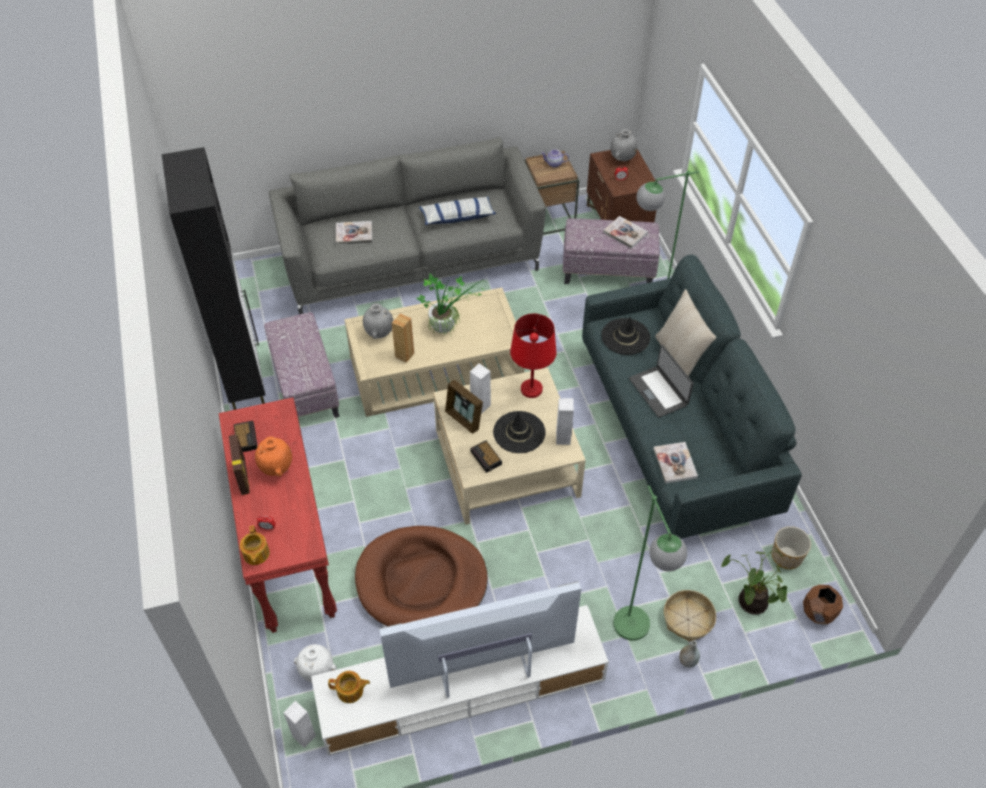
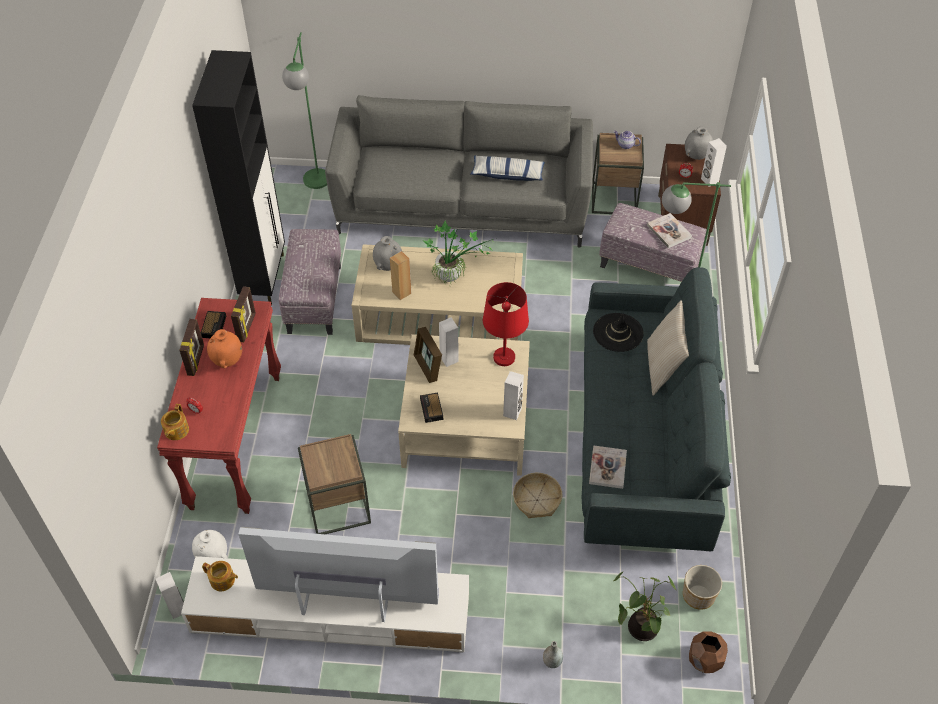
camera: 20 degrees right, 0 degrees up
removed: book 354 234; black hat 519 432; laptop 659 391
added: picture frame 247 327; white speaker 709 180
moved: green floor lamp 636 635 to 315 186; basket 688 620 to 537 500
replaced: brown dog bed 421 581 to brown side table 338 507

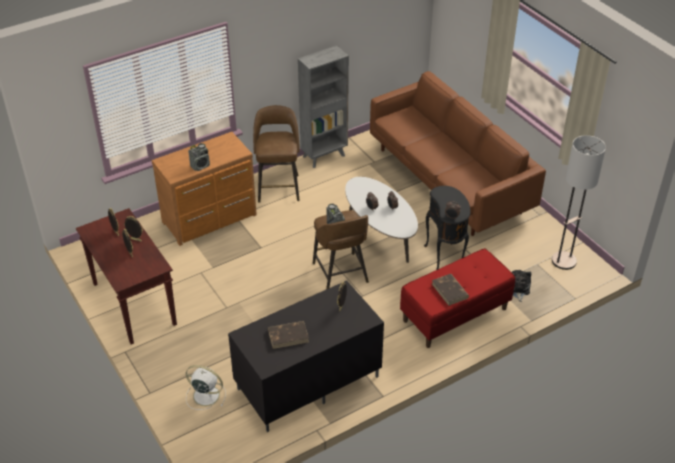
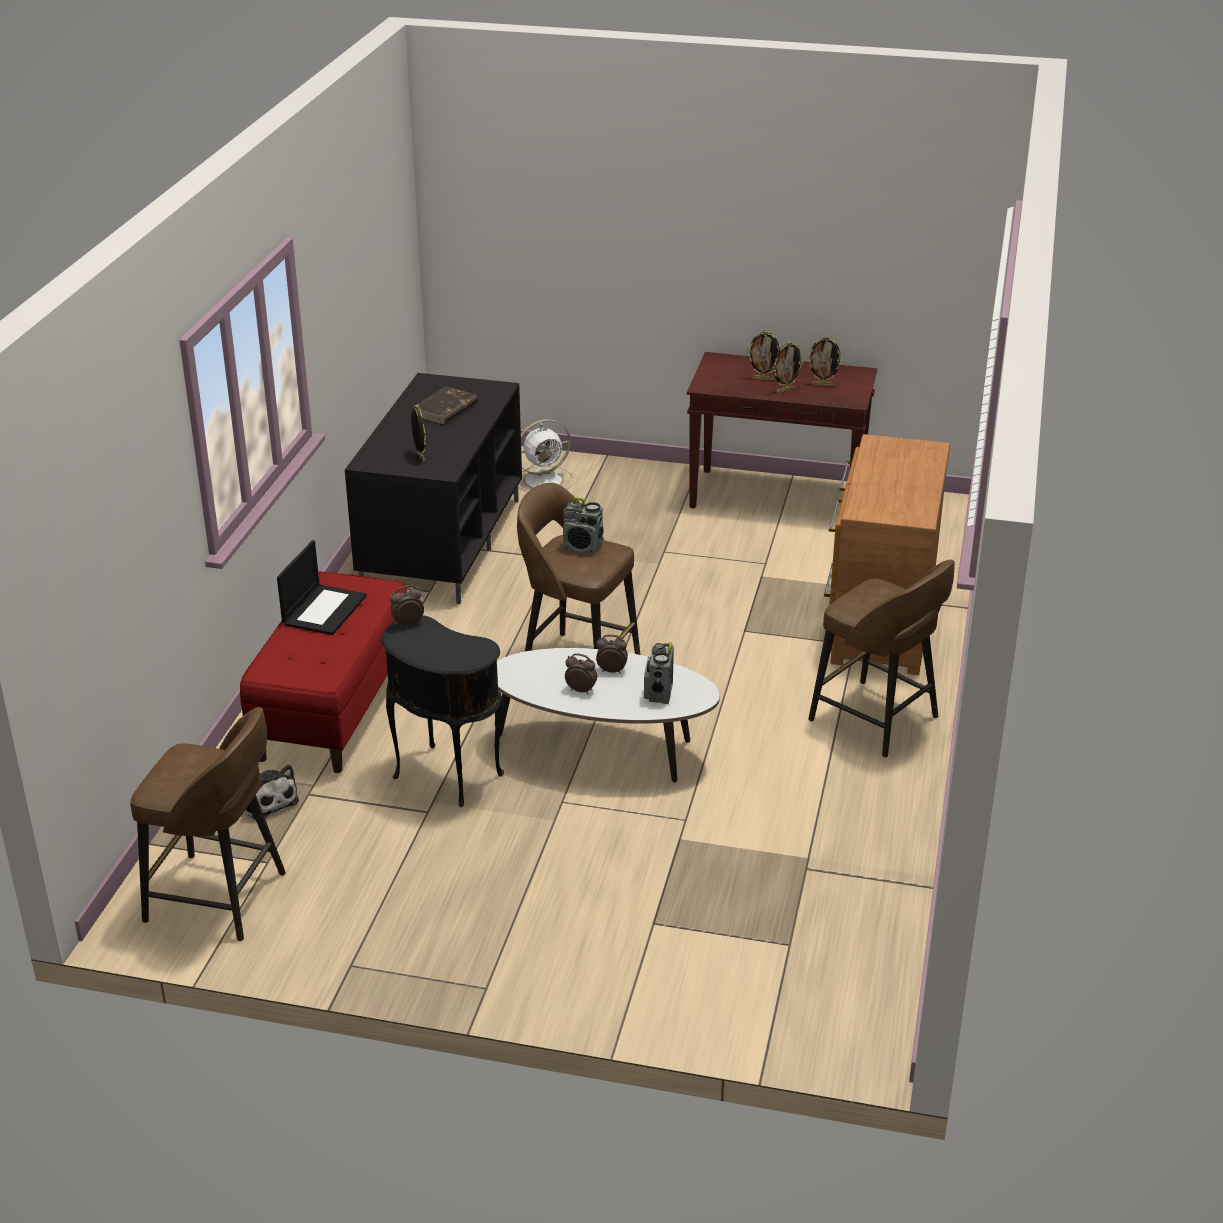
camera: 135 degrees right, 10 degrees down
removed: grey bookcase 324 156; brown sofa 448 181
moved: radio 200 166 to 658 693
replaced: brown book 450 291 to laptop 324 609; floor lamp 563 261 to brown stool 219 898

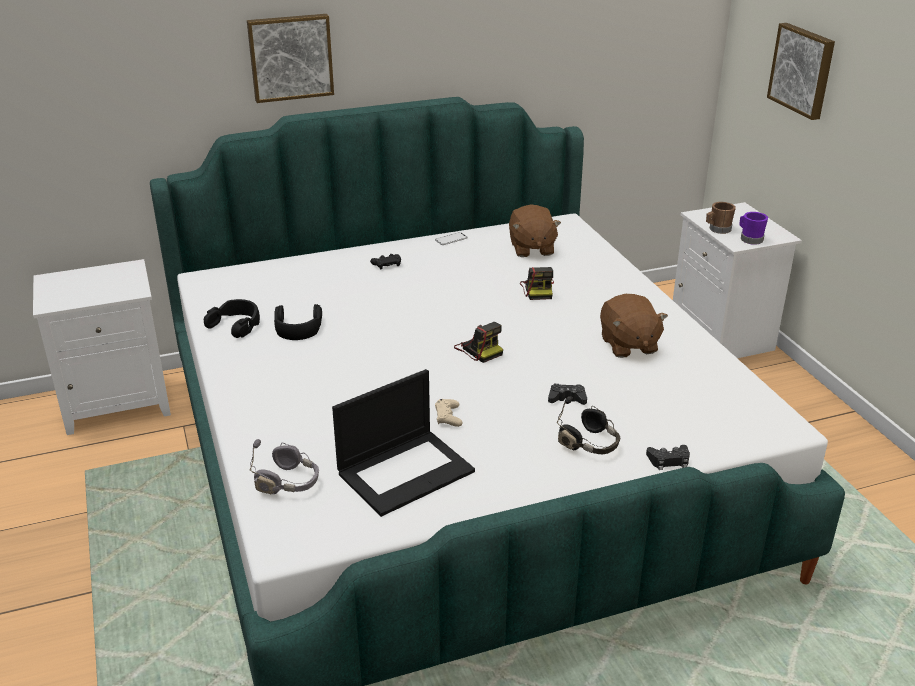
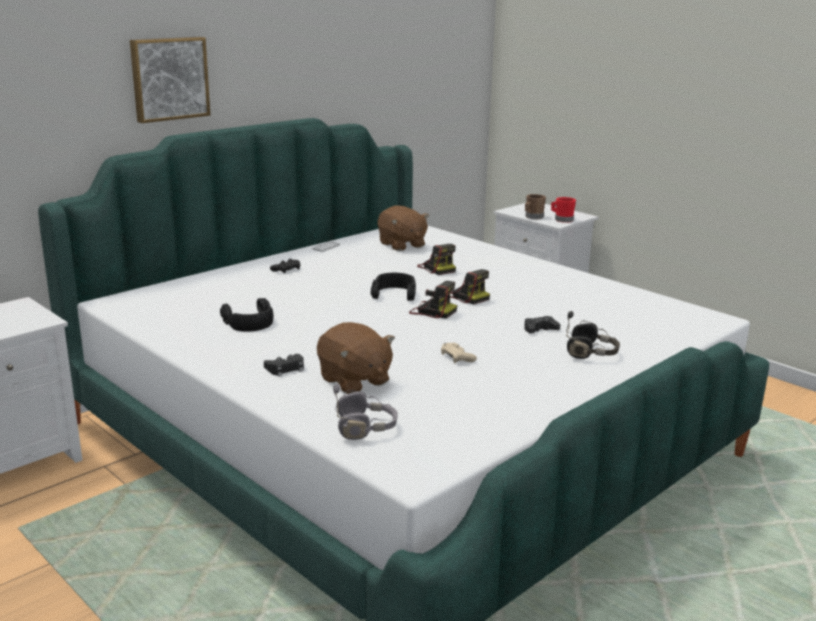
camera: 25 degrees left, 10 degrees down
removed: laptop 406 471; picture 803 70
added: photo camera 467 297
moved: black headphones 236 324 to 394 294; brown plush toy 628 345 to 354 381; black game controller 669 460 to 286 369
recoloured: purple mug 749 238 to red mug 562 219

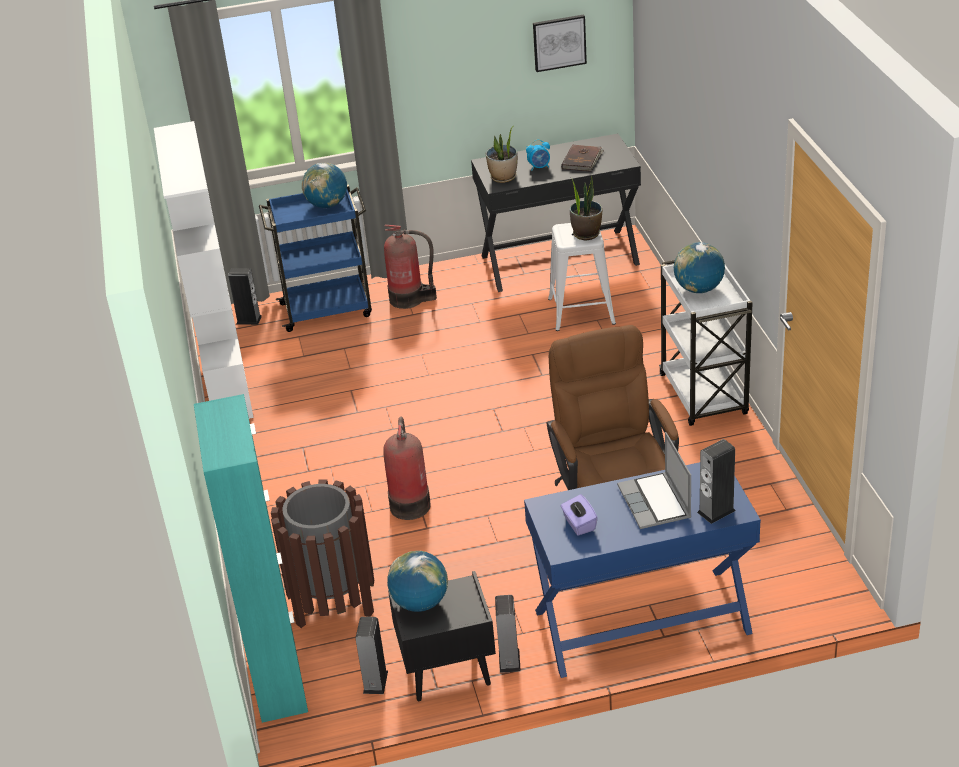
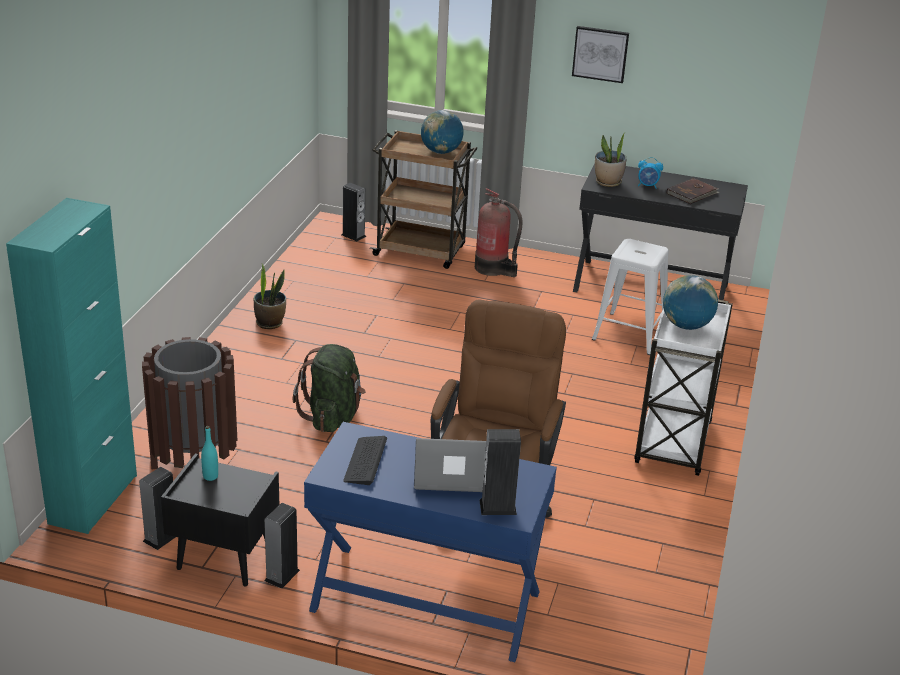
camera: 25 degrees right, 5 degrees down
removed: white bookcase 226 381
moved: picture 559 42 to 600 54; potted plant 586 234 to 270 323
replaced: fire extinguisher 410 503 to green backpack 332 417; globe 420 603 to turquoise bottle 210 476; purple tissue box 579 524 to keyboard 365 461
recoloured: blue cart 328 309 to brown cart 421 251
turned: laptop 655 503 = 451 475 75 degrees clockwise

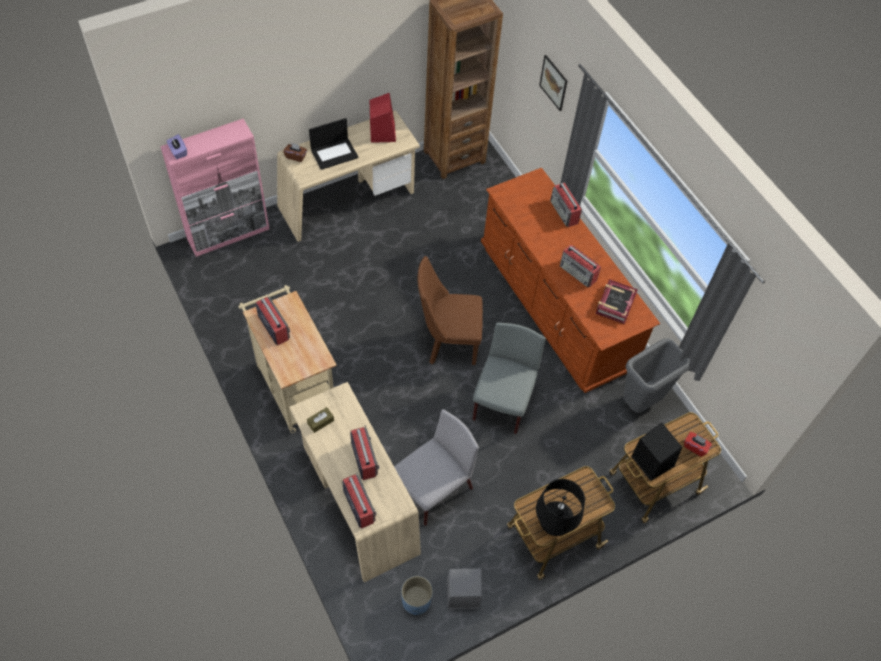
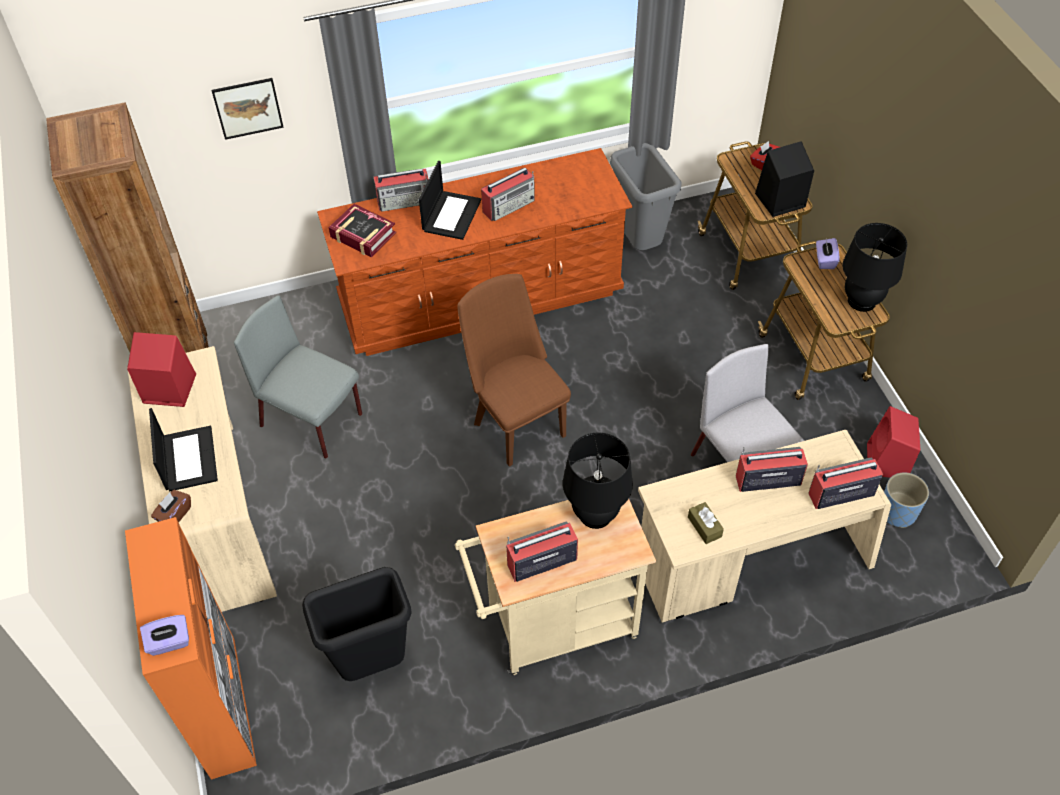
camera: 75 degrees left, 5 degrees down
added: black trash can 372 666; laptop 451 215; black table lamp 595 514; purple tissue box 824 260
moved: grey chair 502 403 to 313 421; book 615 304 to 363 235
recoloured: pink cabinet 229 234 to orange cabinet 223 705; grey speaker 461 594 to red speaker 887 462
turned: brown chair 447 343 = 515 423 135 degrees clockwise

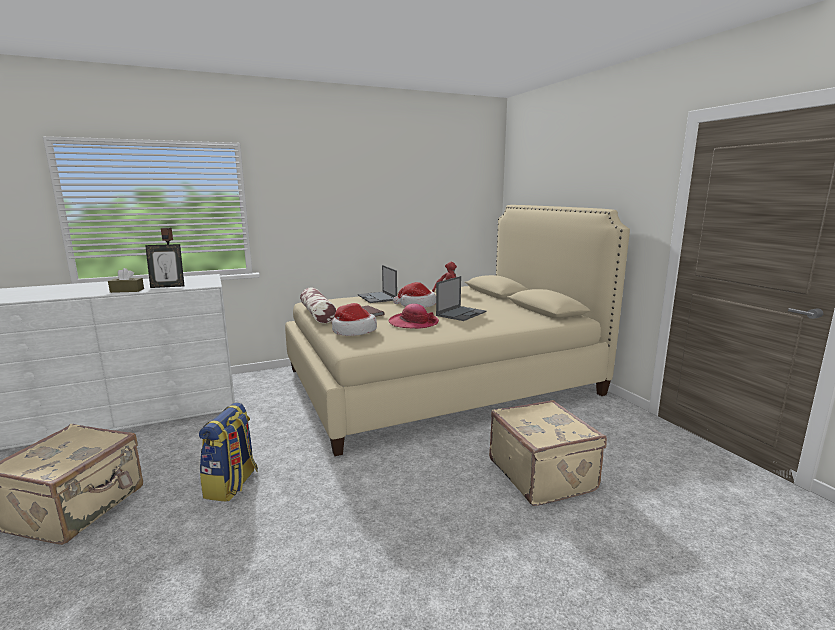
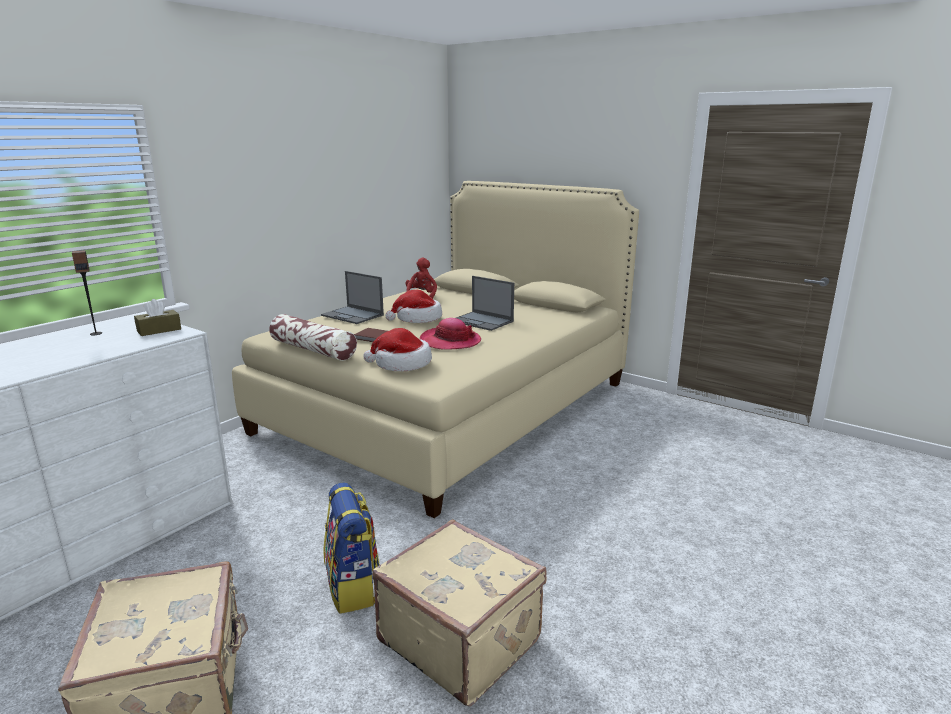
camera: 30 degrees left, 5 degrees up
removed: picture frame 168 286
moved: brown tissue box 127 290 to 159 330; beige suitcase 542 474 to 461 639
turned: laptop 461 313 = 482 321 120 degrees clockwise

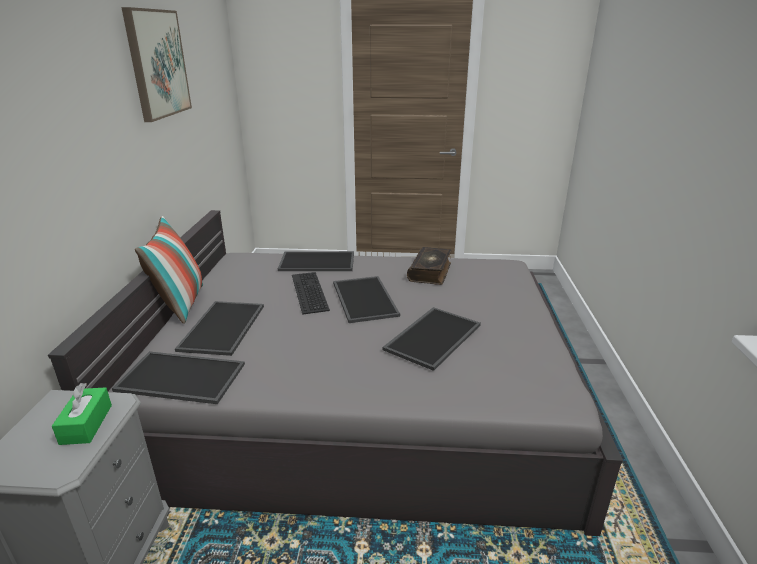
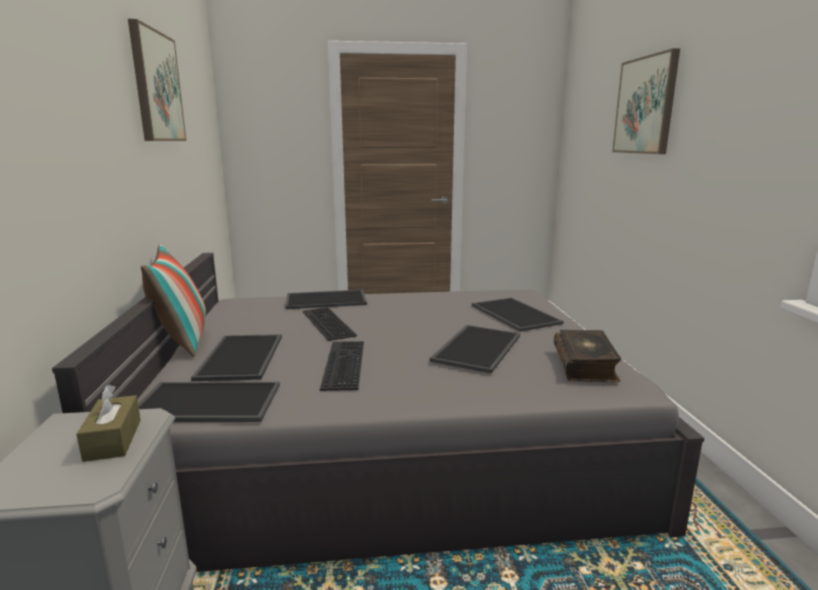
camera: 10 degrees left, 10 degrees down
added: keyboard 342 363; picture 645 105
moved: tray 363 298 to 513 314; book 430 272 to 585 365
recoloured: green tissue box 86 424 to brown tissue box 113 440

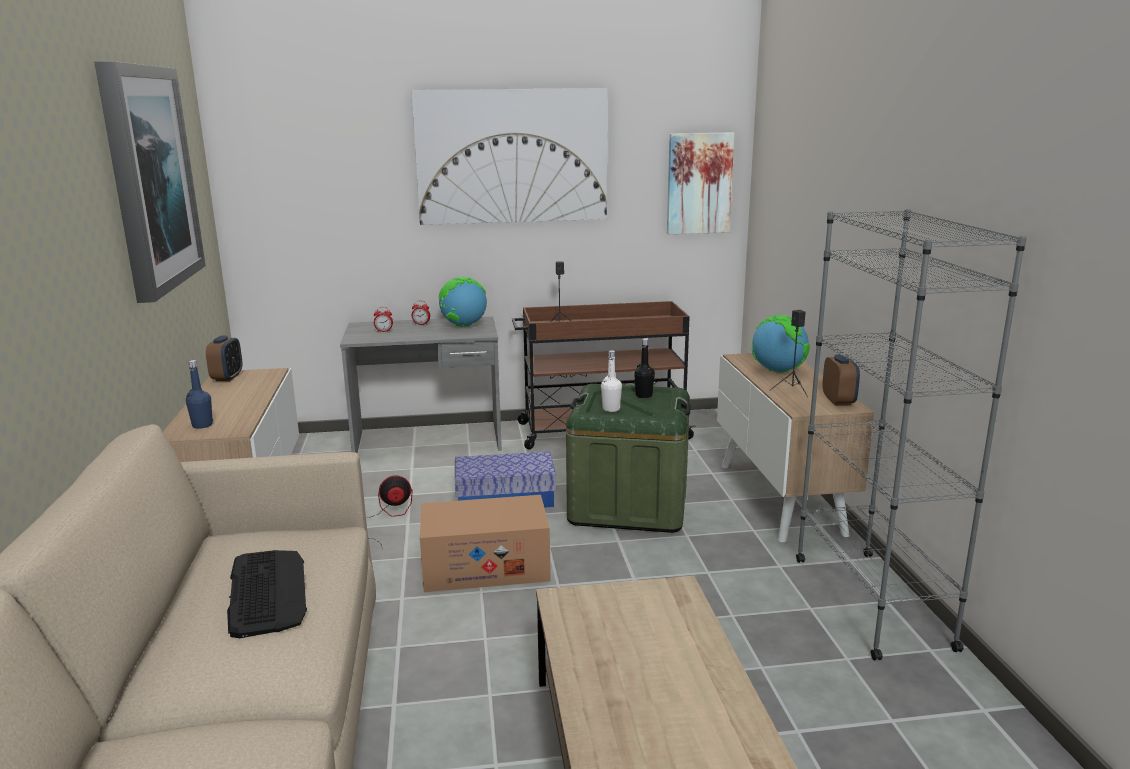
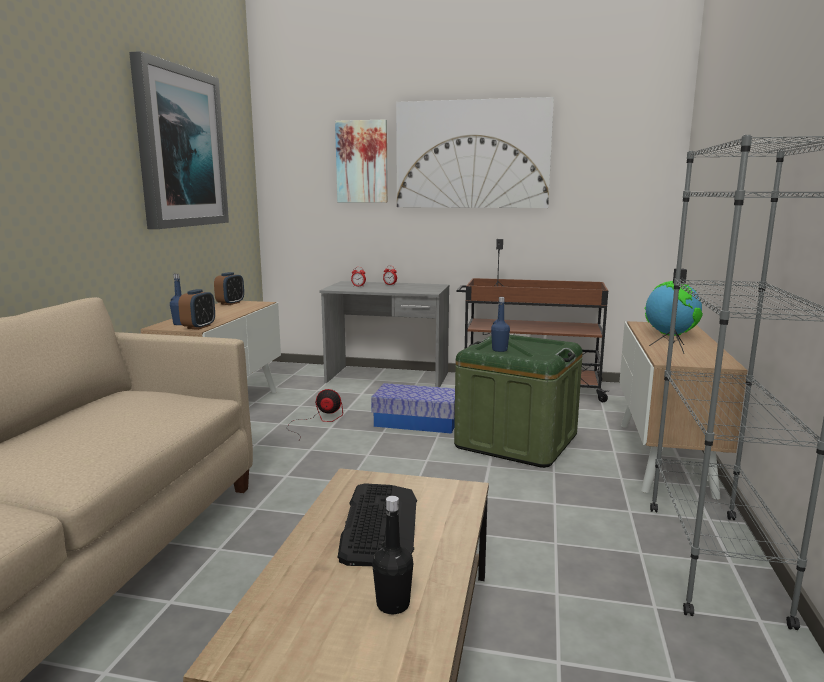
camera: 20 degrees right, 5 degrees down
removed: cardboard box 485 567; globe 463 326
moved: keyboard 267 592 to 379 524; black bottle 644 395 to 393 604; picture 699 183 to 362 162; alarm clock 838 401 to 199 327
recoloured: white bottle 611 409 to blue bottle 499 350

